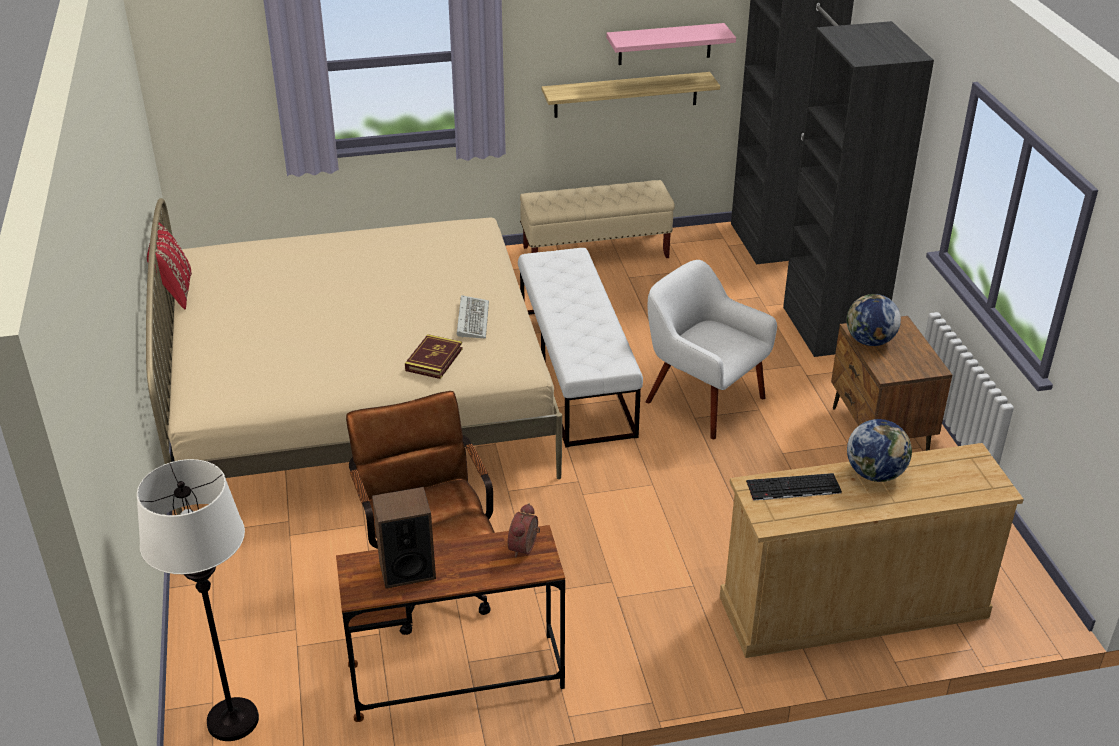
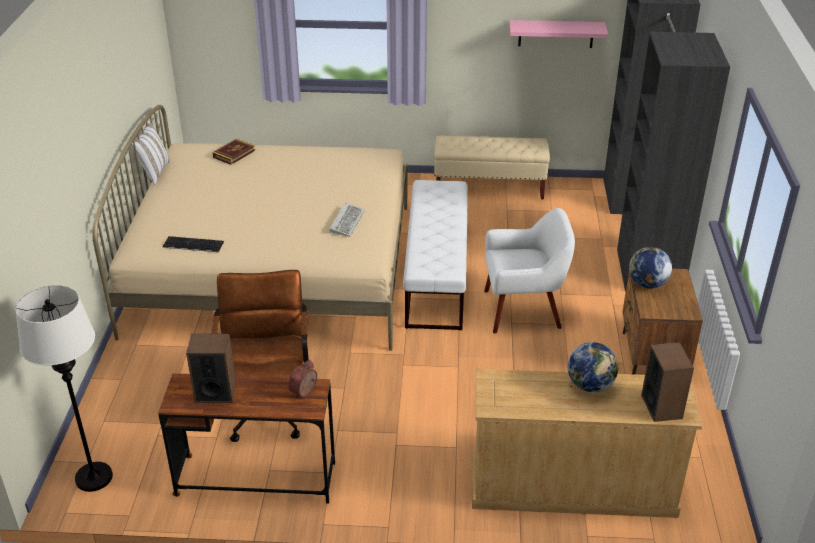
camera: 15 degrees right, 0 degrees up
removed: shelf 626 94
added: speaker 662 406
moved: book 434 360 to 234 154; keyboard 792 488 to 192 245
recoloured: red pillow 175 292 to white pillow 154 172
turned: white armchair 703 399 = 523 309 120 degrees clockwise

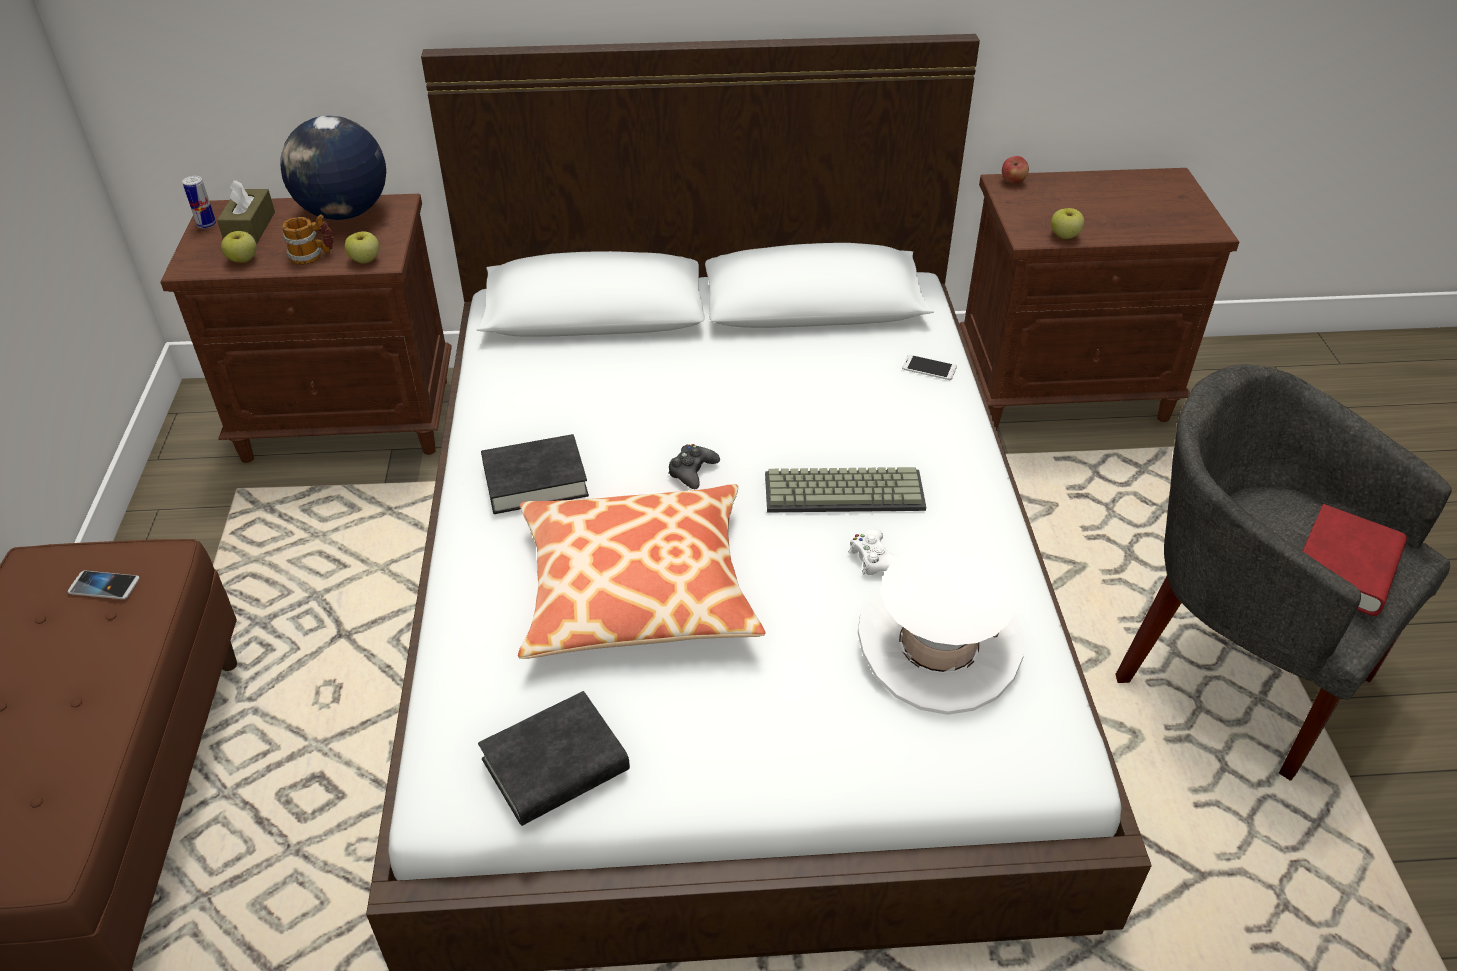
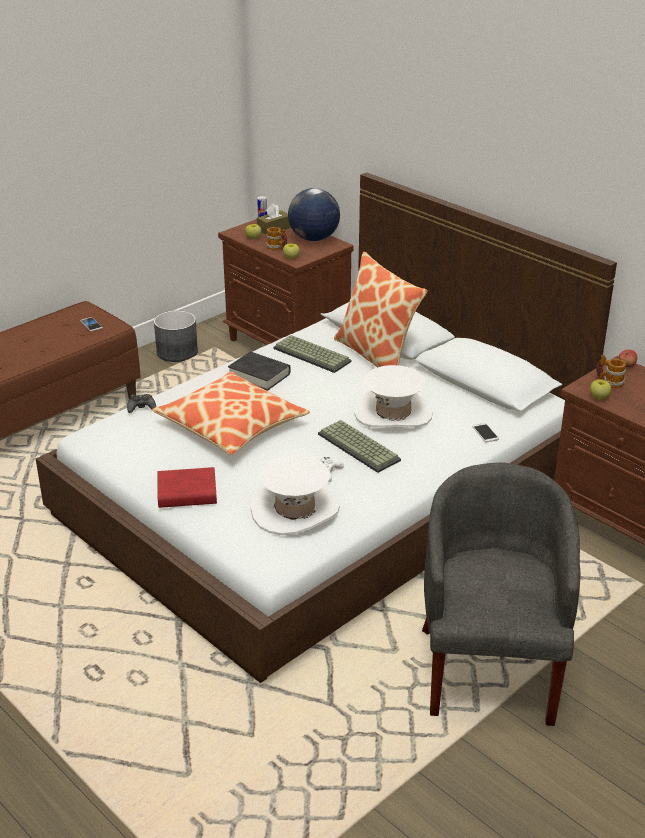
camera: 50 degrees right, 10 degrees down
removed: black book 555 765
added: grey planter 177 352; keyboard 313 355; pillow 377 355; white hat 393 413; mug 609 382
moved: black game controller 692 471 to 141 407; red book 1344 567 to 187 493

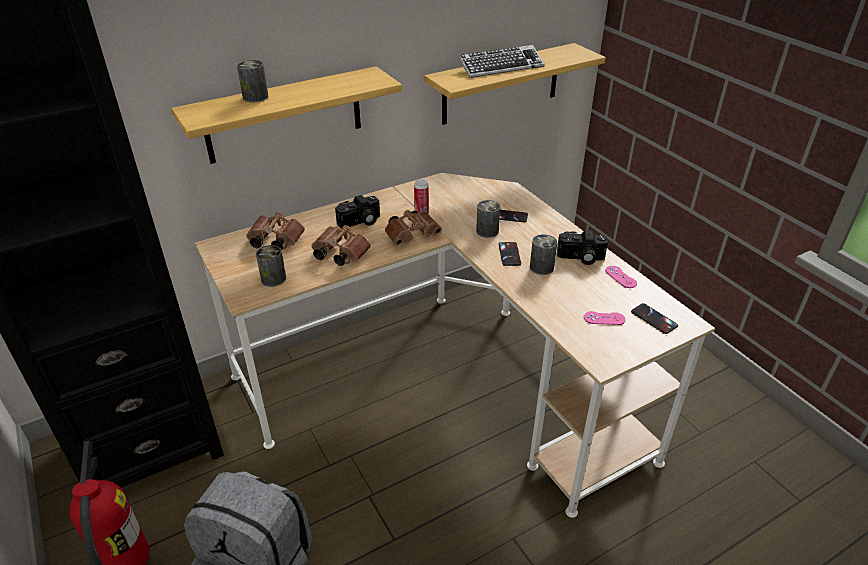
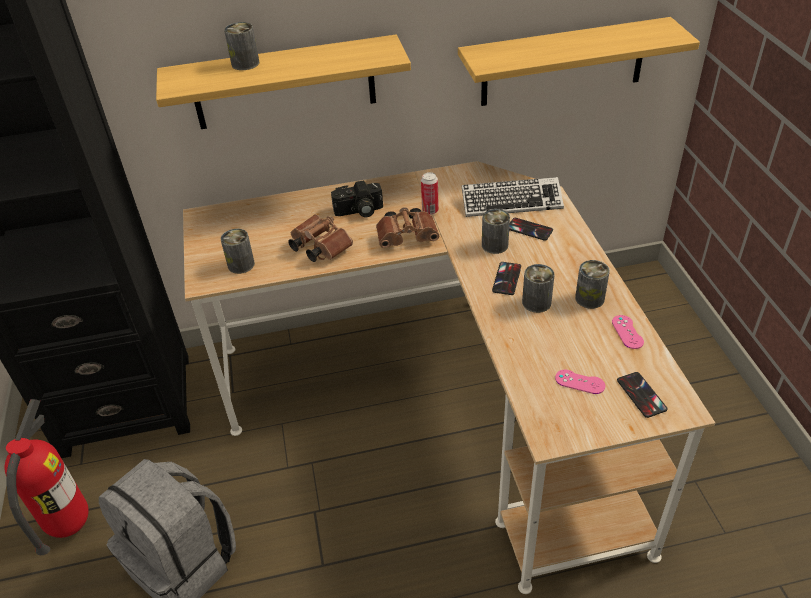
camera: 20 degrees right, 5 degrees up
removed: brown binoculars 274 241
moved: keyboard 501 67 to 511 202
replaced: photo camera 580 258 to can 589 298

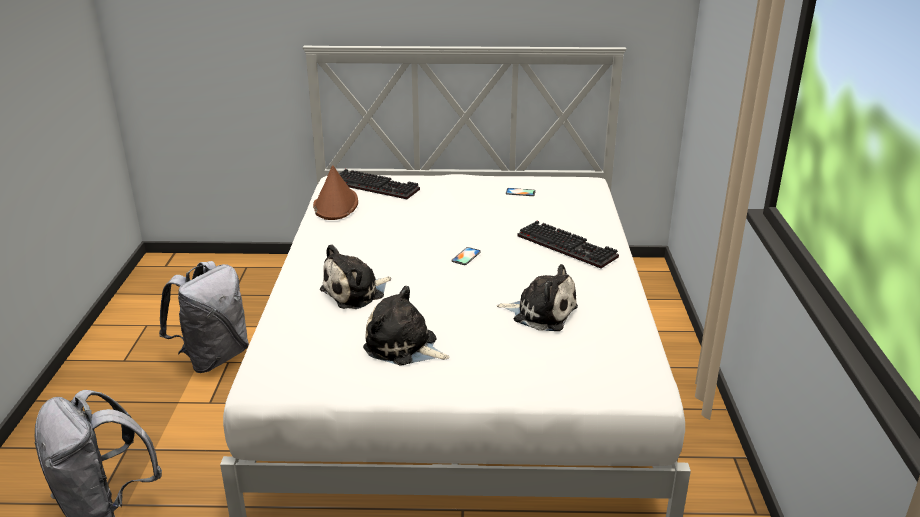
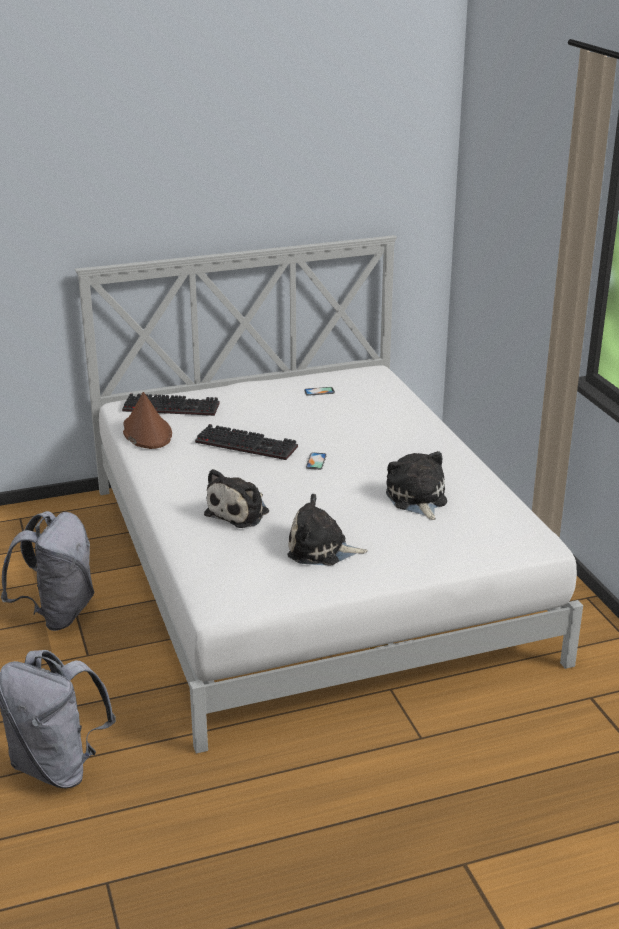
camera: 20 degrees left, 0 degrees up
moved: keyboard 569 246 to 248 444
turned: plush toy 541 313 = 417 499 105 degrees counterclockwise

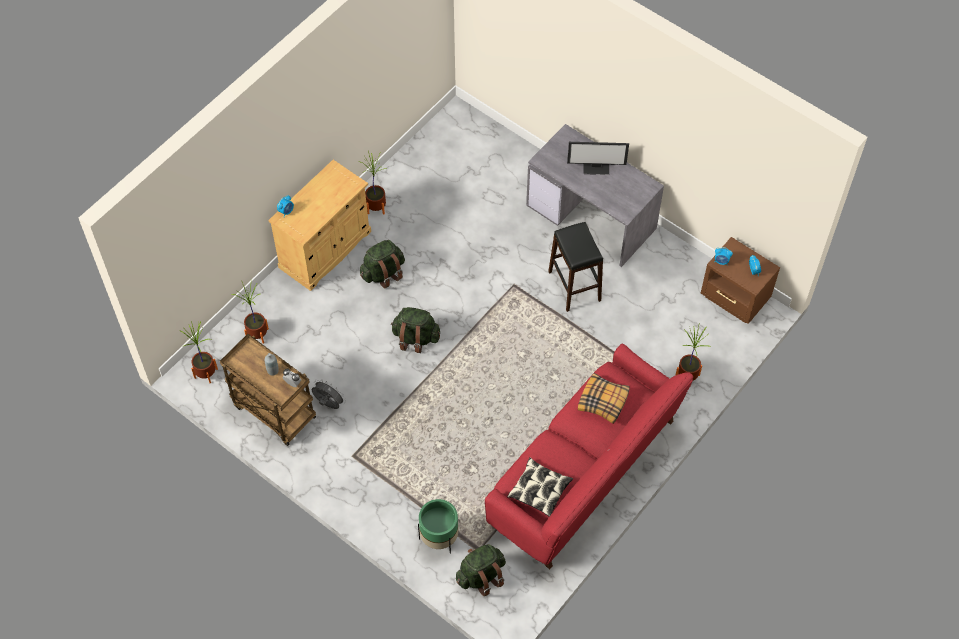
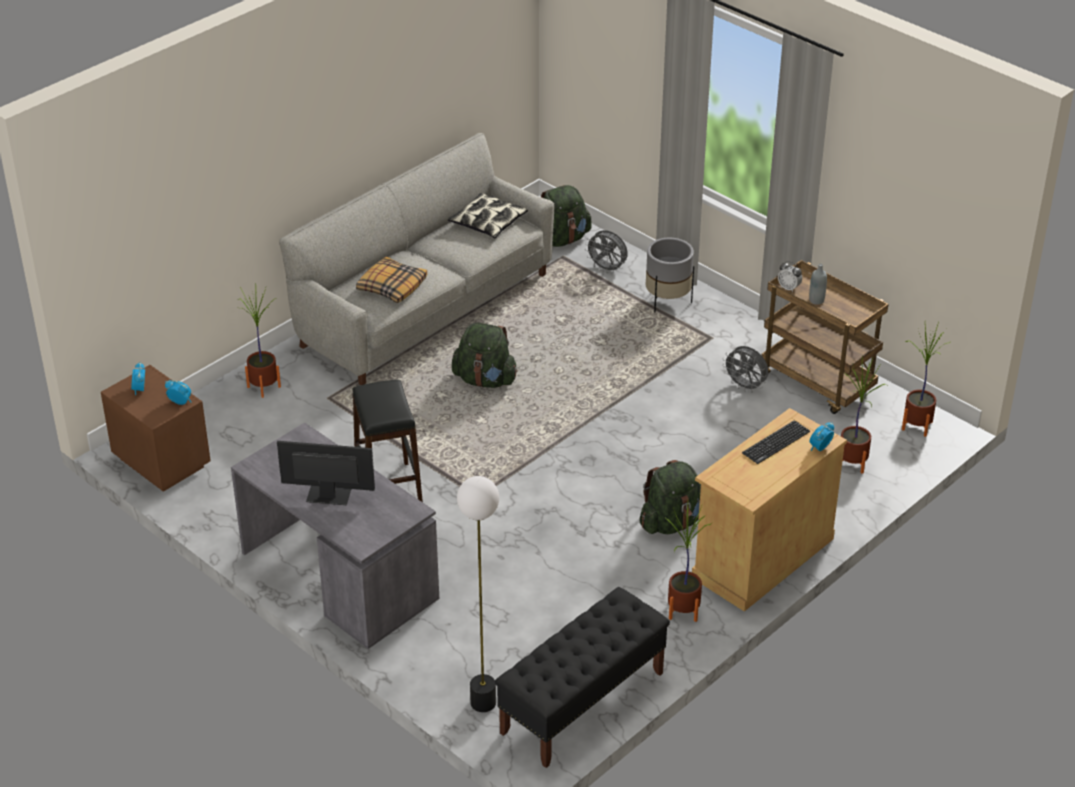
camera: 175 degrees left, 20 degrees down
added: floor lamp 482 702; black bench 582 703; grey planter 667 301; keyboard 776 442
moved: green backpack 415 338 to 485 380
replaced: green planter 439 537 to grey fan 607 269
recoloured: red sofa 584 473 to grey sofa 425 309

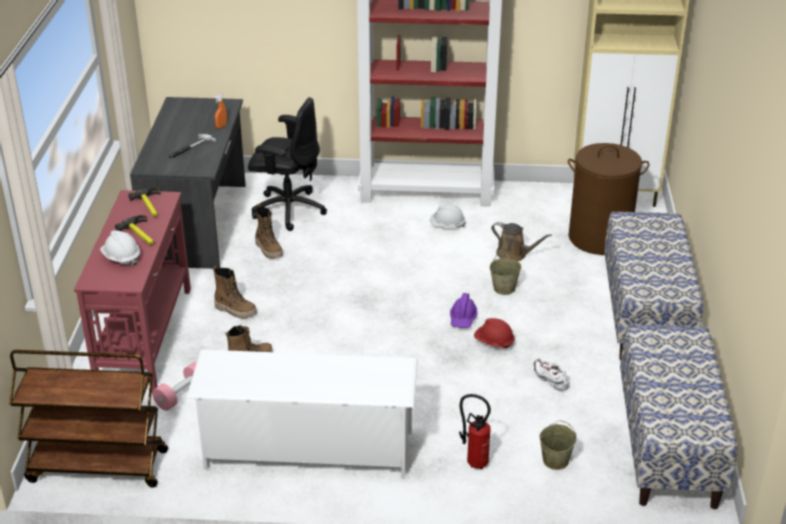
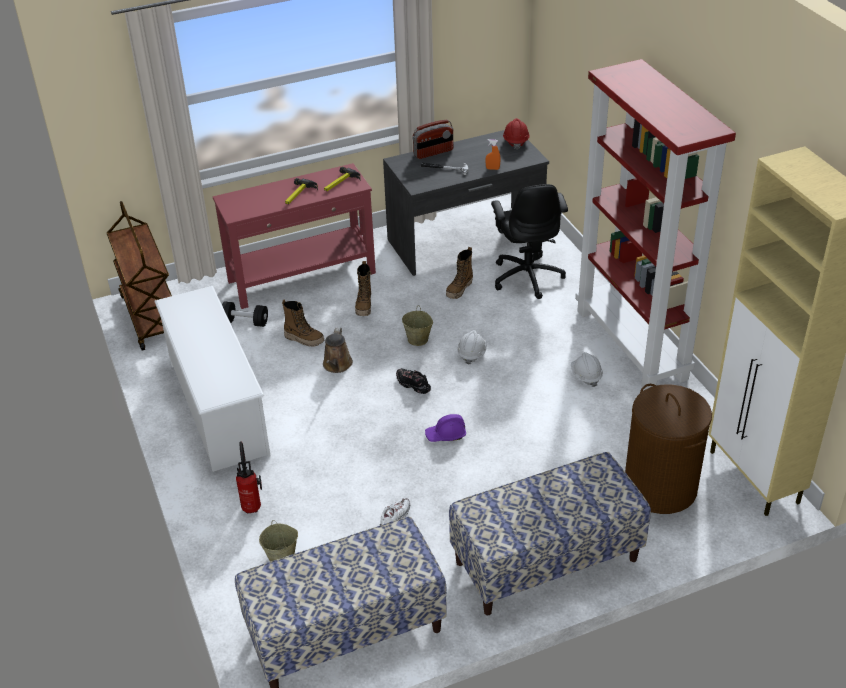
camera: 65 degrees right, 5 degrees up
added: black shoe 413 385; radio 433 152
moved: white hard hat 121 258 to 472 353; red hard hat 494 343 to 515 141; beige bucket 504 288 to 418 339; brown watering can 514 254 to 337 365
recoloured: pink dumbbell 181 395 to black dumbbell 245 322

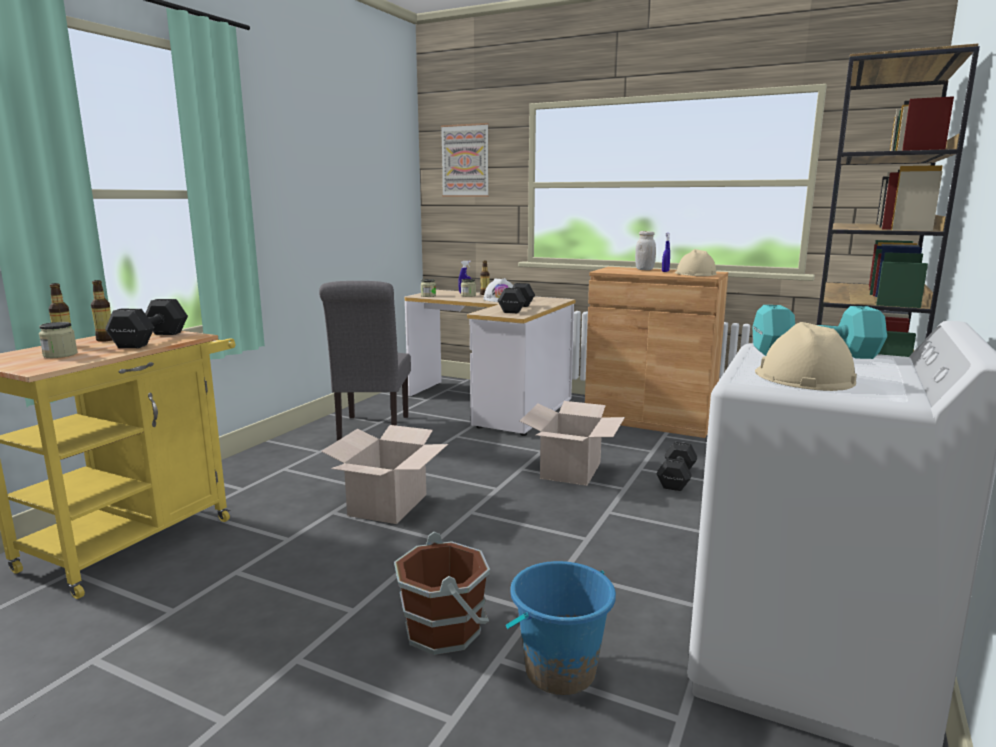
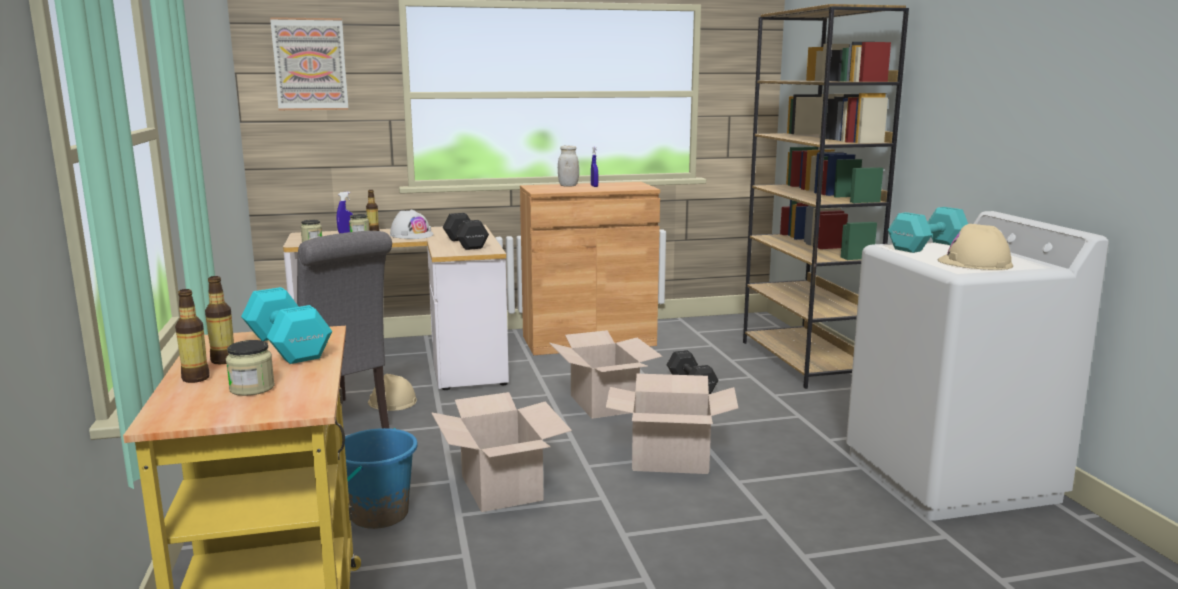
camera: 40 degrees left, 0 degrees up
removed: brown bucket 444 629
added: cardboard box 670 459
moved: blue bucket 559 671 to 379 514; beige hard hat 695 274 to 392 402
recoloured: black dumbbell 149 340 to turquoise dumbbell 287 348

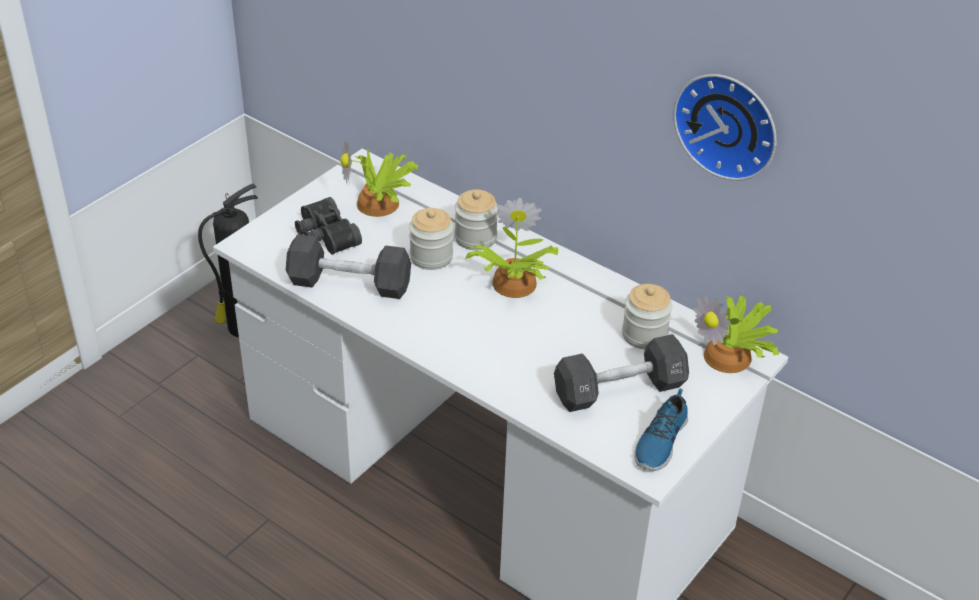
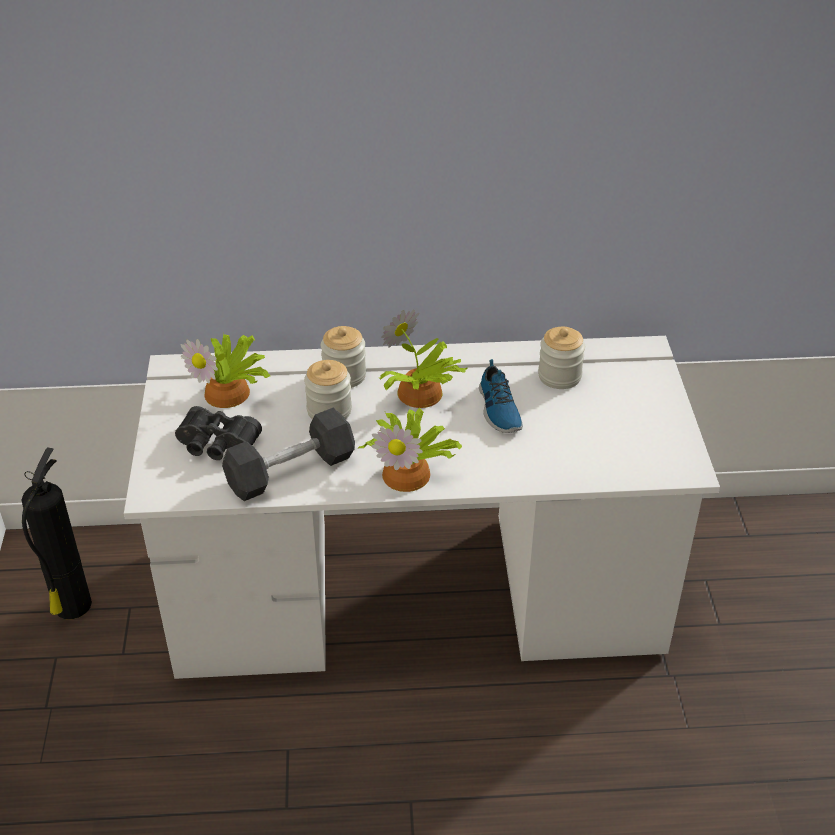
camera: 40 degrees left, 0 degrees up
removed: black dumbbell 619 390; wall clock 728 123
moved: shoe 659 441 to 498 410; potted plant 730 356 to 409 473

